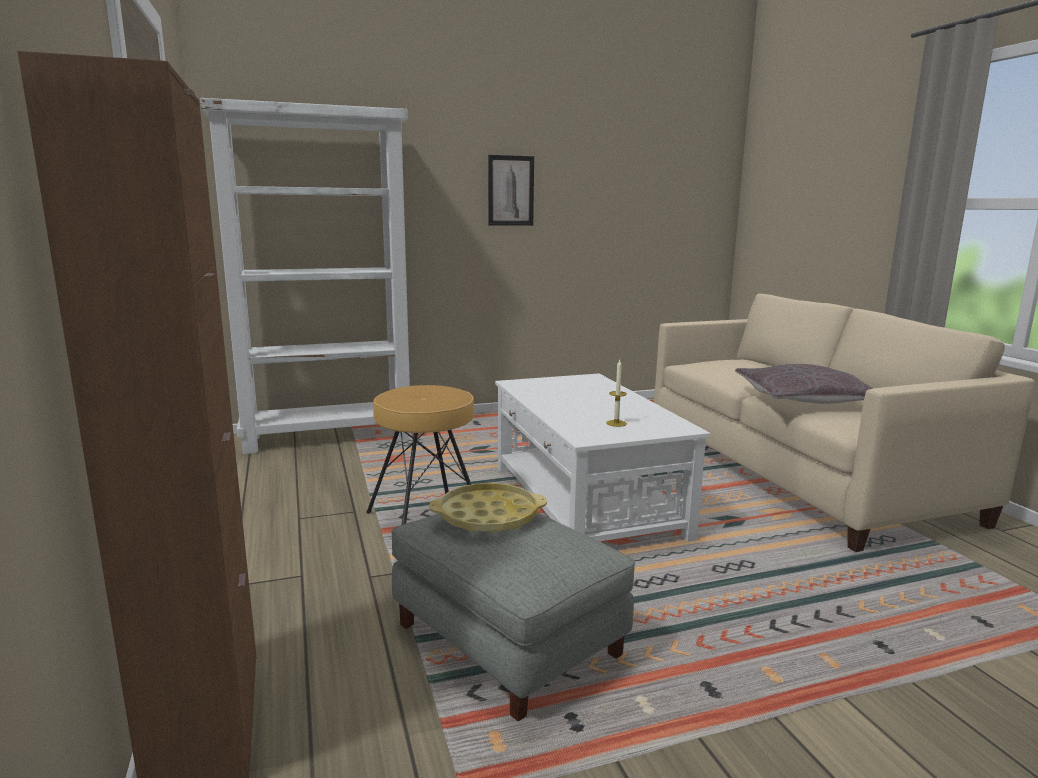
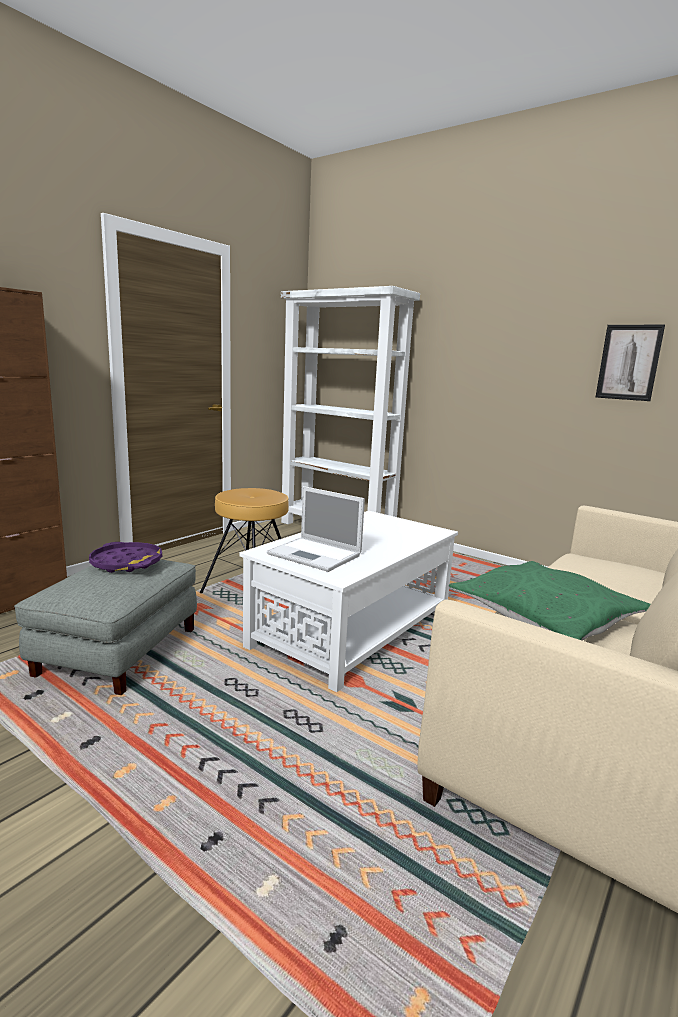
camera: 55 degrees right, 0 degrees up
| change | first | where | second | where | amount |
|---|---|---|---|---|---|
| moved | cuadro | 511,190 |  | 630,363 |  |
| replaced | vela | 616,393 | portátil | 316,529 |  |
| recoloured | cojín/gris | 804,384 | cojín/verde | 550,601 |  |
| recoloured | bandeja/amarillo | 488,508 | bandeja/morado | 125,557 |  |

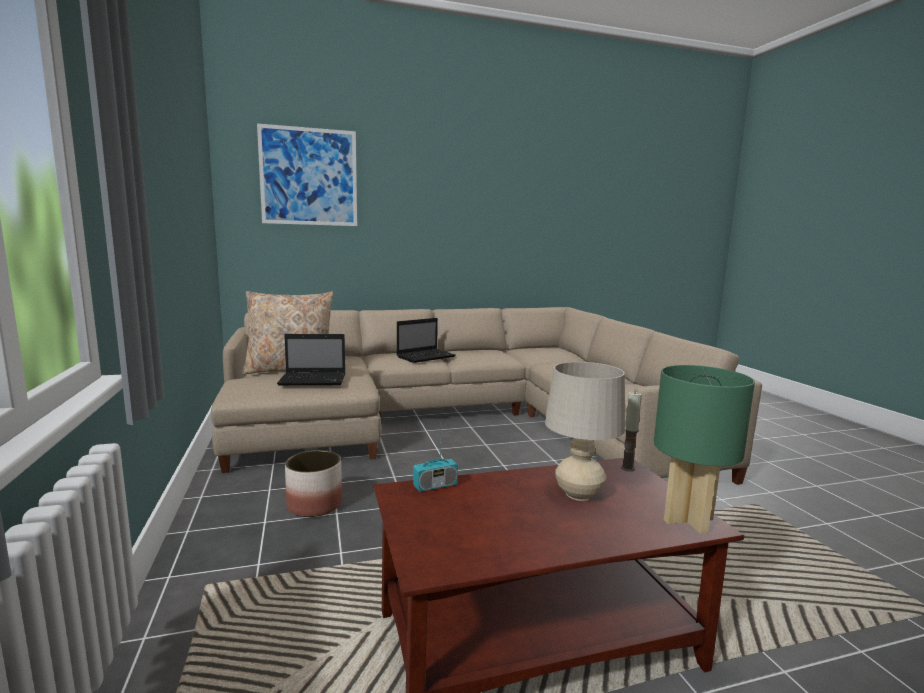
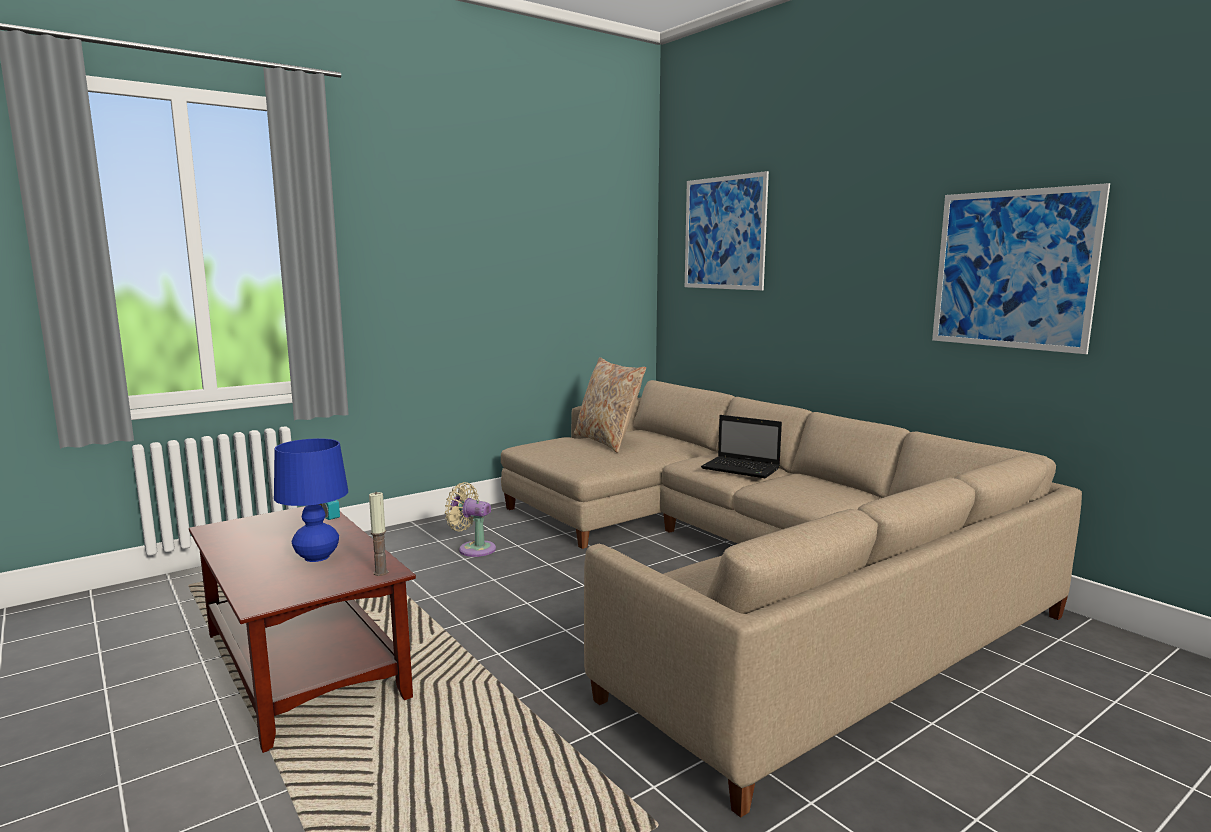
camera: 70 degrees right, 0 degrees up
| change | first | where | second | where | amount |
|---|---|---|---|---|---|
| removed | portátil | 311,359 |  |  |  |
| recoloured | lámpara de mesa/beis | 585,431 | lámpara de mesa/azul | 311,500 |  |
| removed | lámpara de mesa/verde | 704,449 |  |  |  |
| replaced | maceta | 313,483 | ventilador/beis | 470,519 |  |
| added |  |  | cuadro | 1021,268 |  |

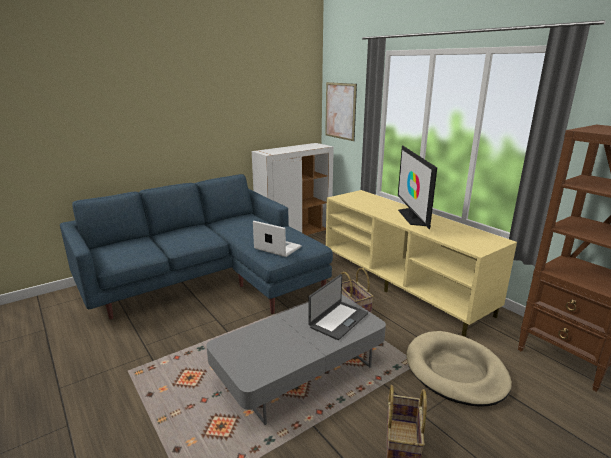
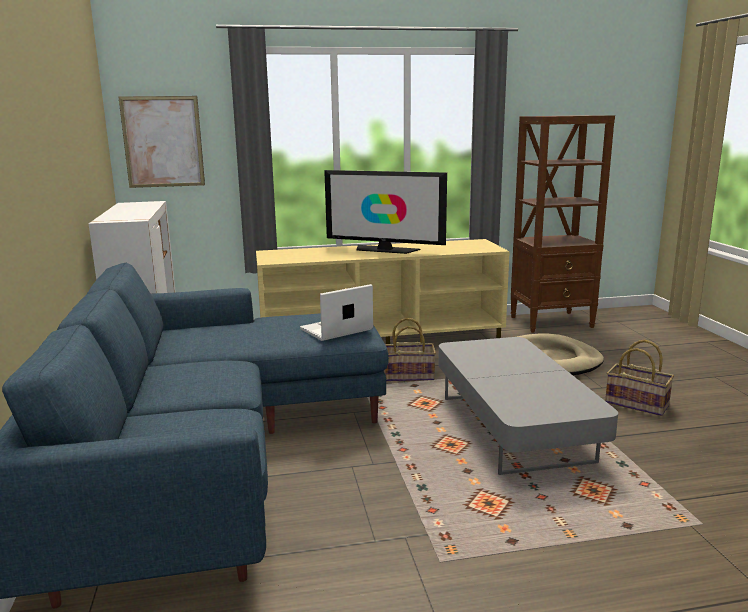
camera: 65 degrees left, 5 degrees down
| change | first | where | second | where | amount |
|---|---|---|---|---|---|
| removed | portátil | 338,307 |  |  |  |

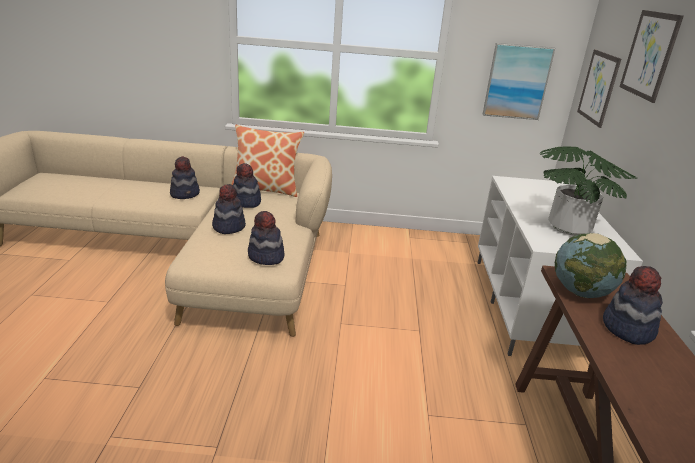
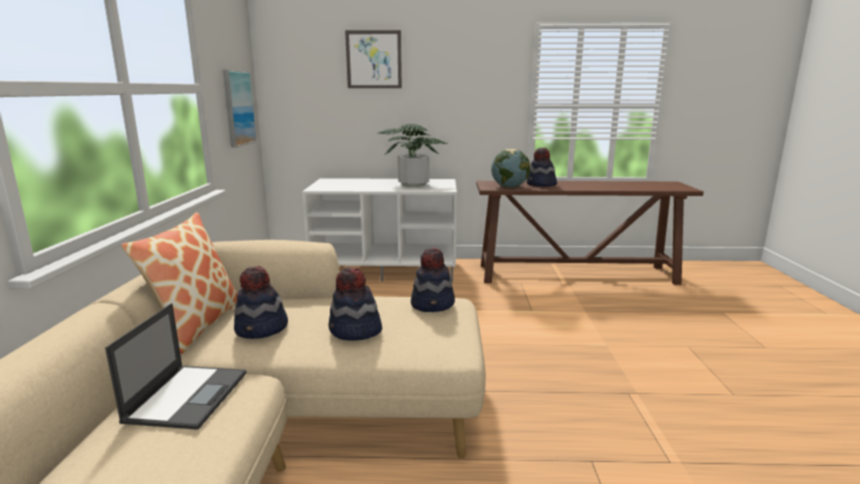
camera: 90 degrees left, 10 degrees down
| change | first | where | second | where | amount |
|---|---|---|---|---|---|
| removed | cuadro | 599,88 |  |  |  |
| replaced | sombrero | 185,177 | portátil | 175,366 |  |

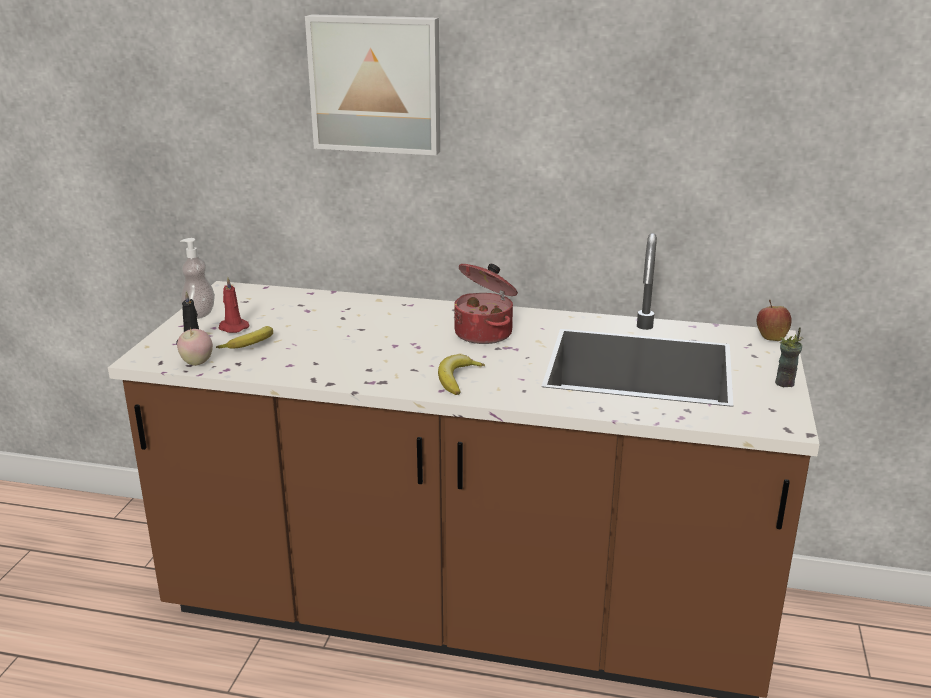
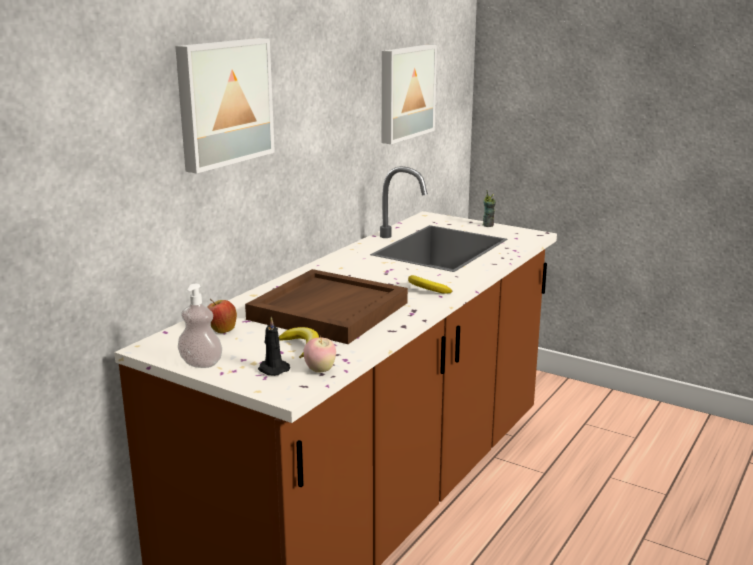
camera: 70 degrees left, 5 degrees down
| change | first | where | second | where | amount |
|---|---|---|---|---|---|
| removed | olla | 486,304 |  |  |  |
| removed | vela/rojo | 233,305 |  |  |  |
| moved | manzana | 774,320 |  | 222,315 |  |
| added |  |  | cuadro | 409,94 |  |
| added |  |  | bandeja/marrón | 326,306 |  |

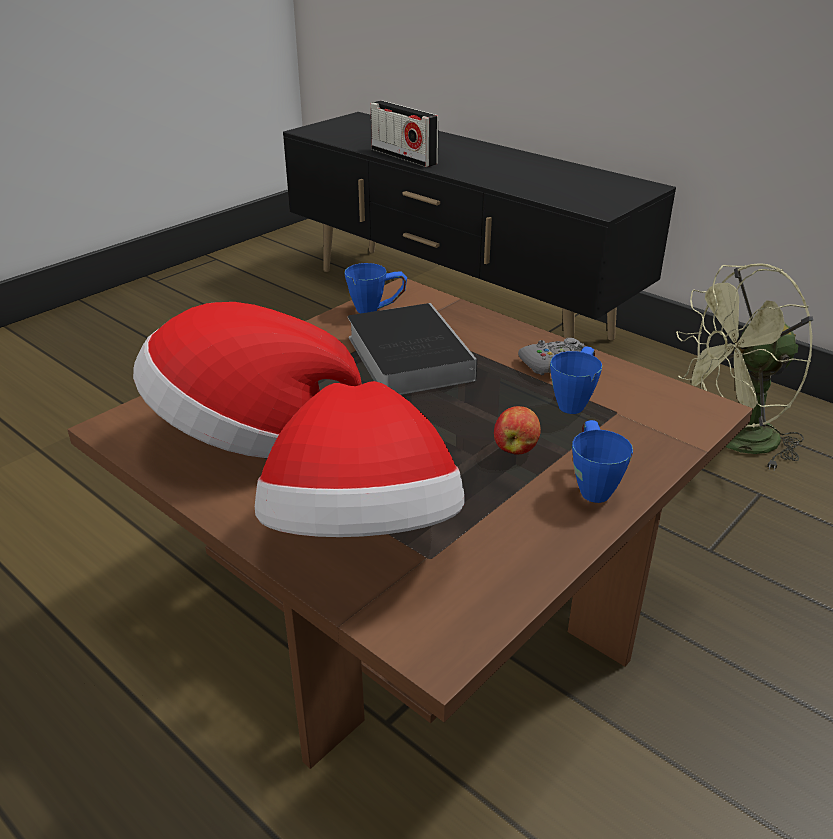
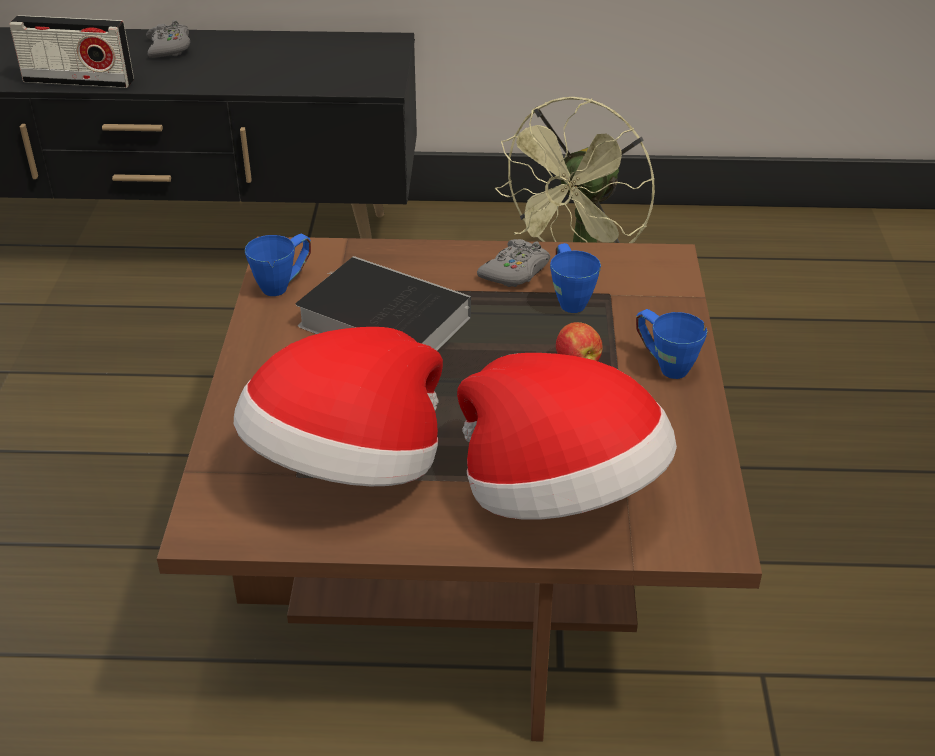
camera: 40 degrees left, 5 degrees up
| change | first | where | second | where | amount |
|---|---|---|---|---|---|
| added |  |  | mando de consola/gris | 168,39 |  |

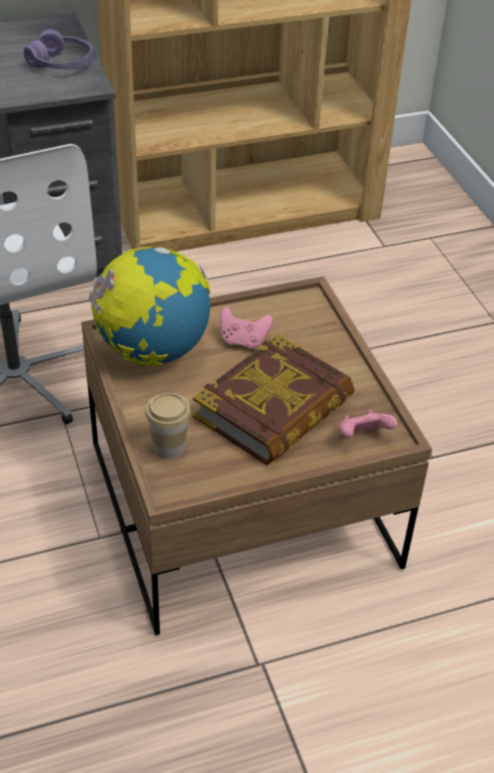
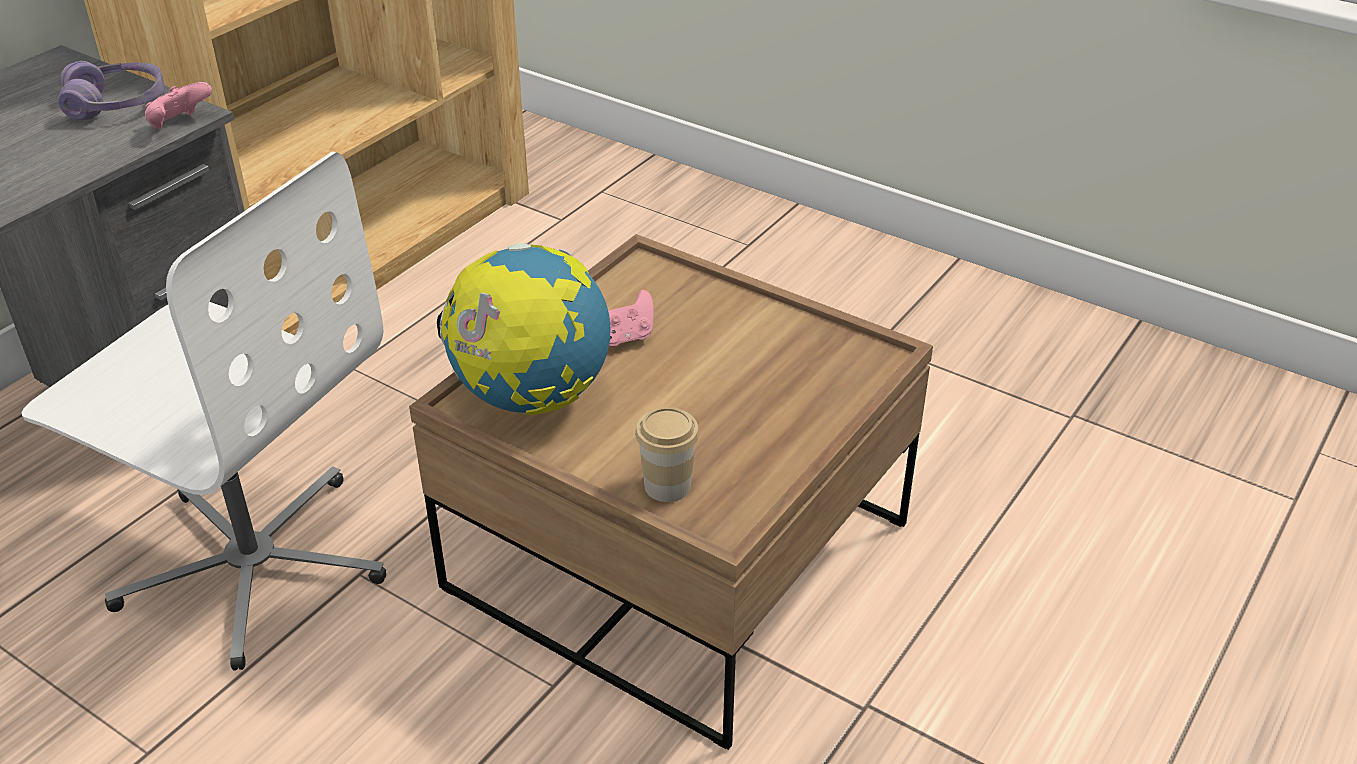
camera: 35 degrees left, 5 degrees down
| change | first | where | second | where | amount |
|---|---|---|---|---|---|
| removed | libro | 274,399 |  |  |  |
| moved | mando de consola/rosa | 368,424 |  | 178,105 |  |

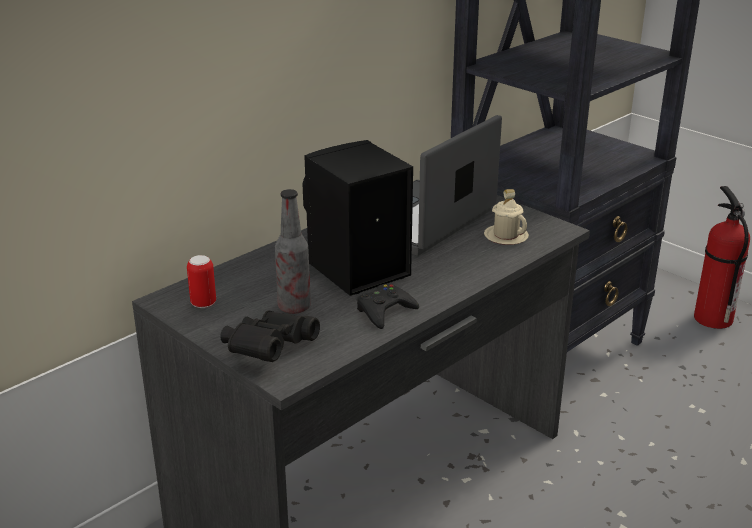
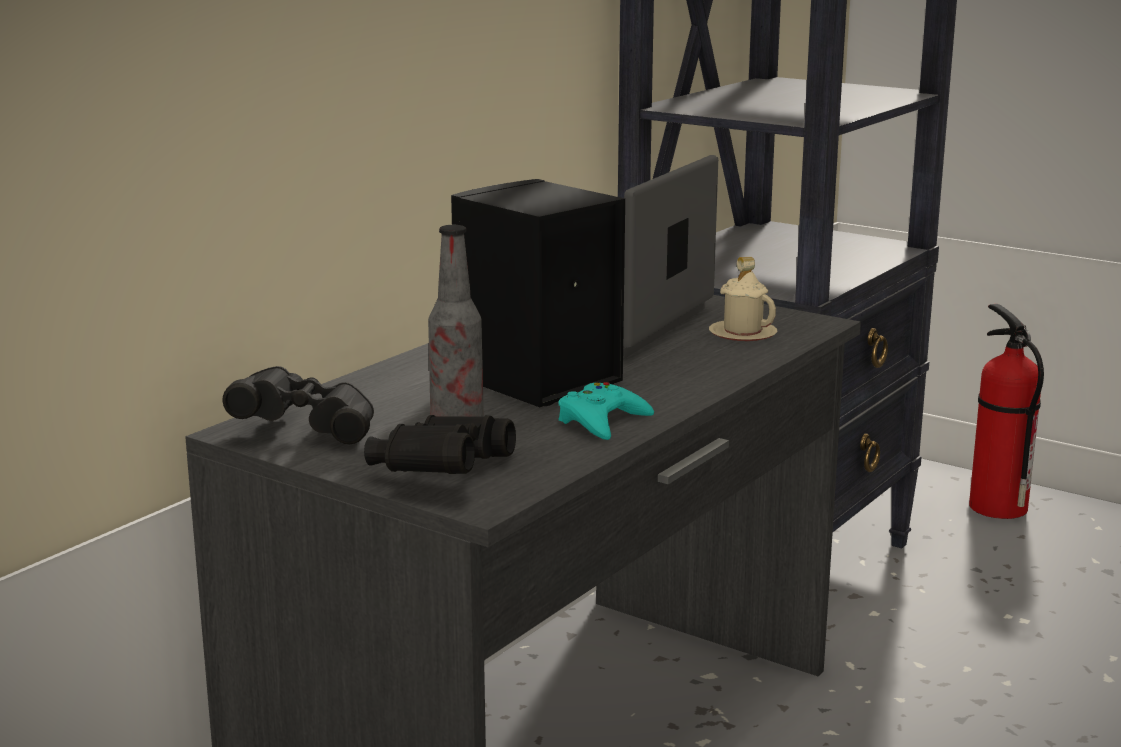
camera: 10 degrees left, 10 degrees down
| change | first | where | second | where | amount |
|---|---|---|---|---|---|
| replaced | lata | 201,281 | prismáticos/negro | 298,405 |  |
| recoloured | mando de consola/negro | 388,306 | mando de consola/turquesa | 606,411 |  |

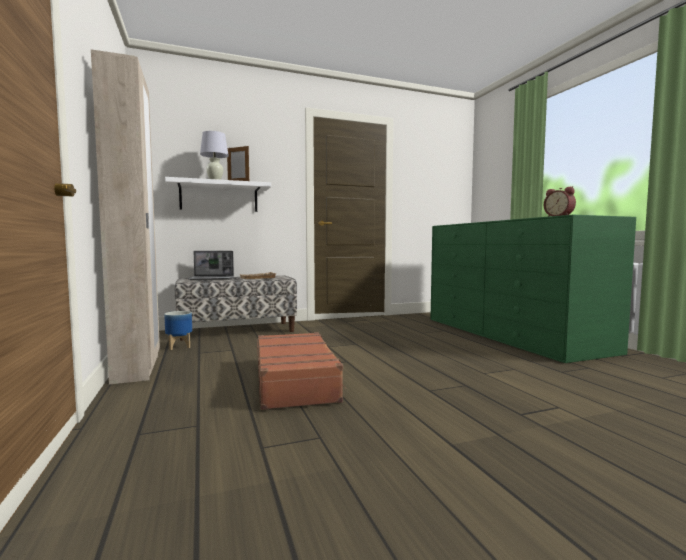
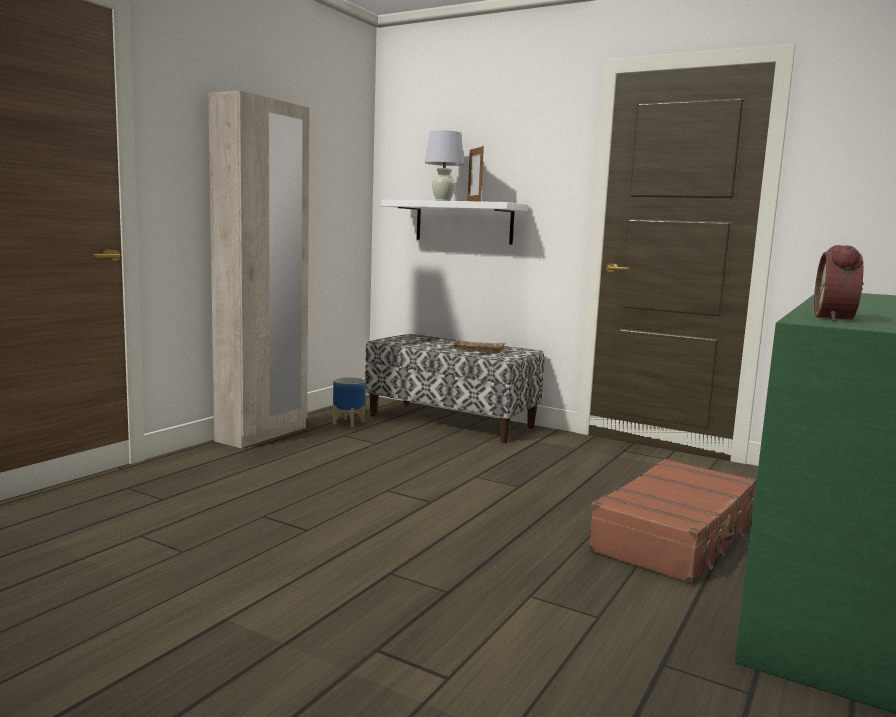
camera: 50 degrees right, 5 degrees up
| change | first | where | second | where | amount |
|---|---|---|---|---|---|
| removed | portátil | 211,265 |  |  |  |
| moved | maleta/marrón | 301,371 |  | 672,521 |  |

